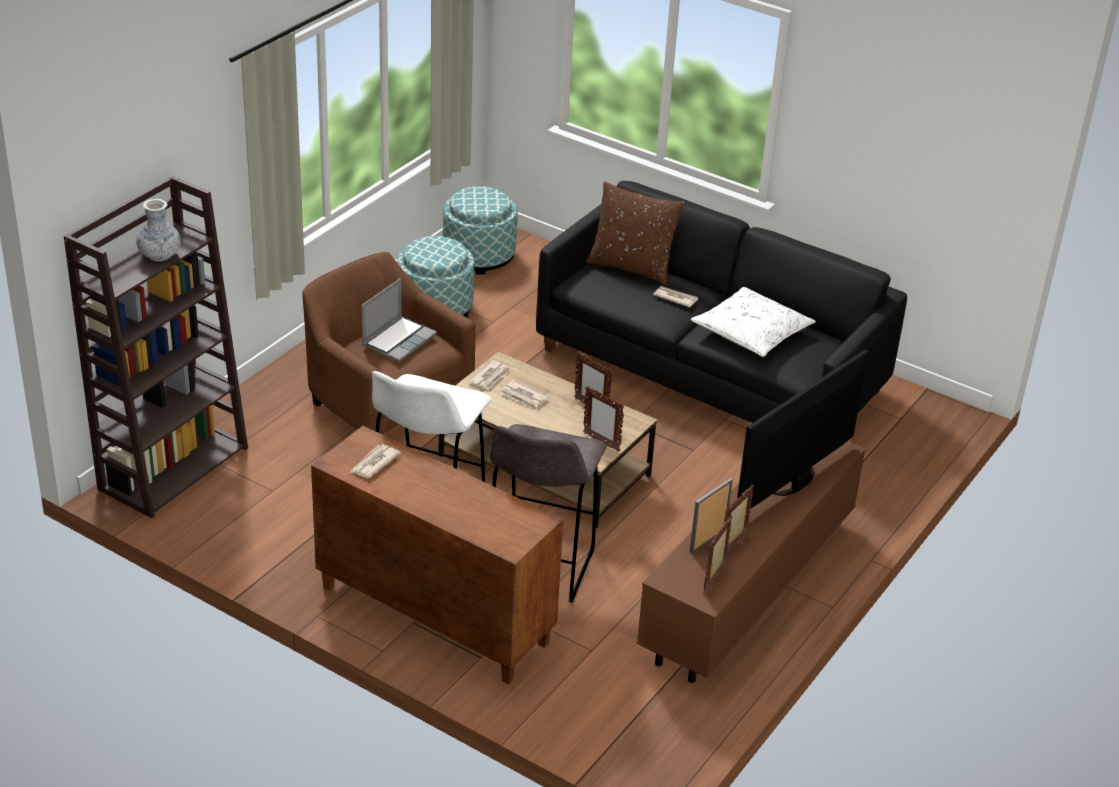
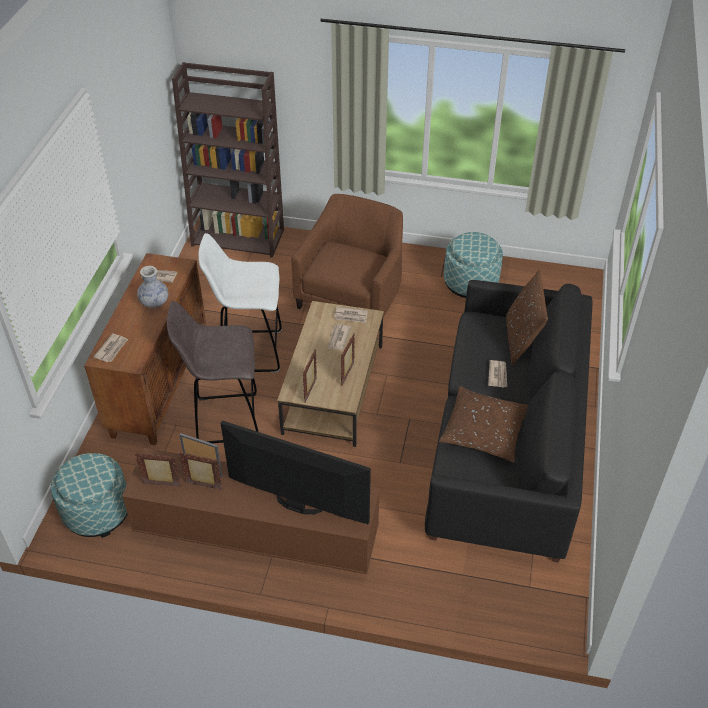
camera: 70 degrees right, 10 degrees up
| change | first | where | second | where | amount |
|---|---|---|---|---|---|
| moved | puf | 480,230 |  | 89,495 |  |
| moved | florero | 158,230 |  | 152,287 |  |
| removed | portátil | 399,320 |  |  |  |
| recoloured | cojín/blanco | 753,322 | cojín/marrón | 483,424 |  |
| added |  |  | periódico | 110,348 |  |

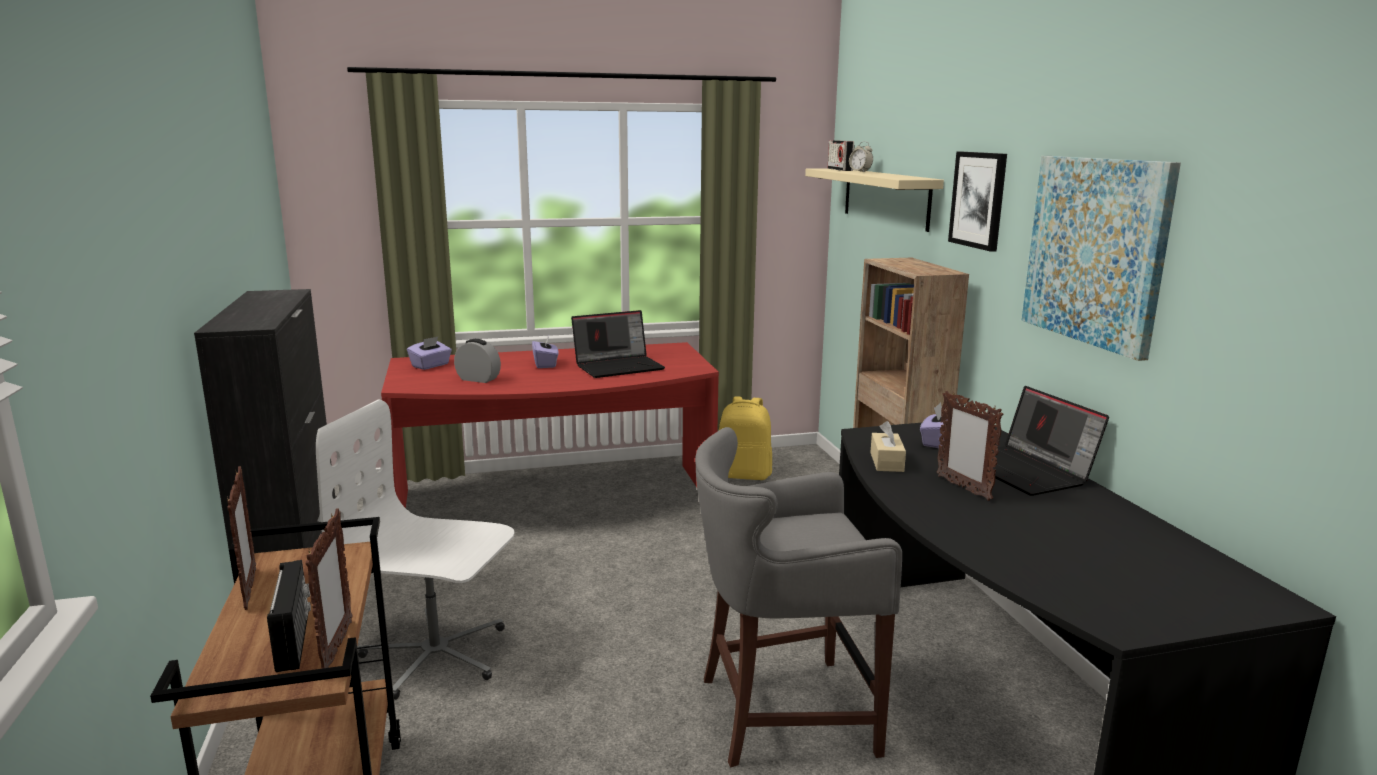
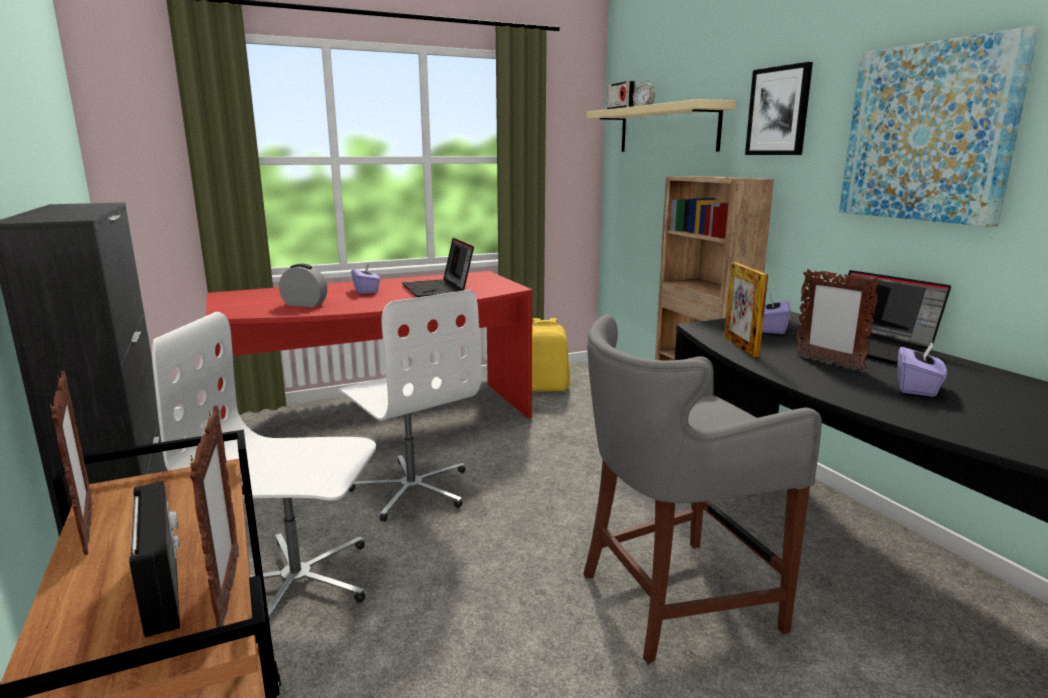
camera: 10 degrees left, 0 degrees up
| change | first | where | second | where | amount |
|---|---|---|---|---|---|
| turned | portátil | 618,344 |  | 438,267 | 105 degrees clockwise |
| moved | caja de pañuelos/morado | 429,353 |  | 922,369 |  |
| replaced | caja de pañuelos/beis | 888,446 | portarretratos | 746,309 |  |
| added |  |  | silla de oficina/blanco | 409,406 |  |

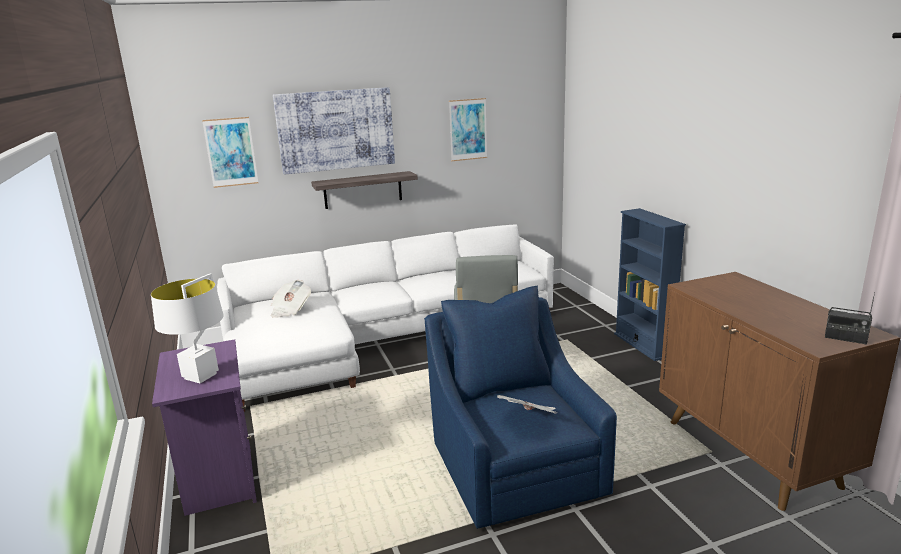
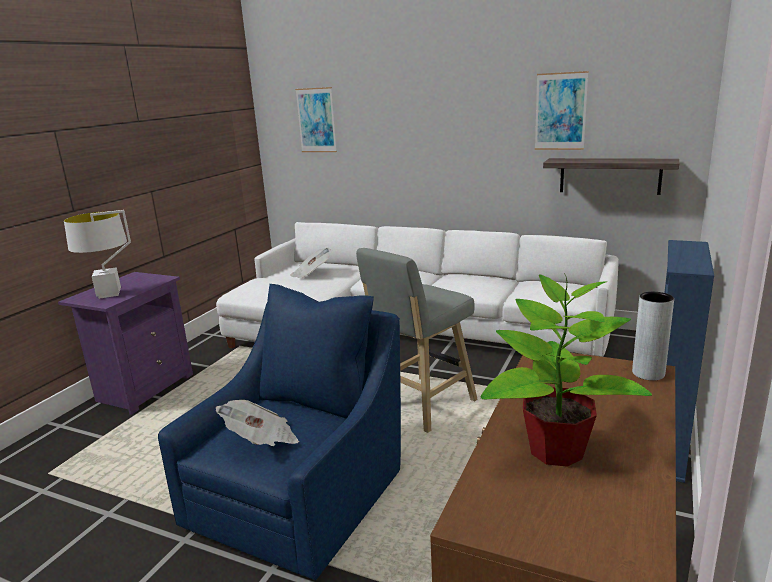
camera: 45 degrees right, 0 degrees up
| change | first | where | second | where | amount |
|---|---|---|---|---|---|
| removed | cuadro | 334,131 |  |  |  |
| moved | estante | 364,190 |  | 611,176 |  |
| removed | radio | 850,318 |  |  |  |
| added |  |  | planta en maceta | 566,370 |  |
| added |  |  | florero/gris | 653,336 |  |

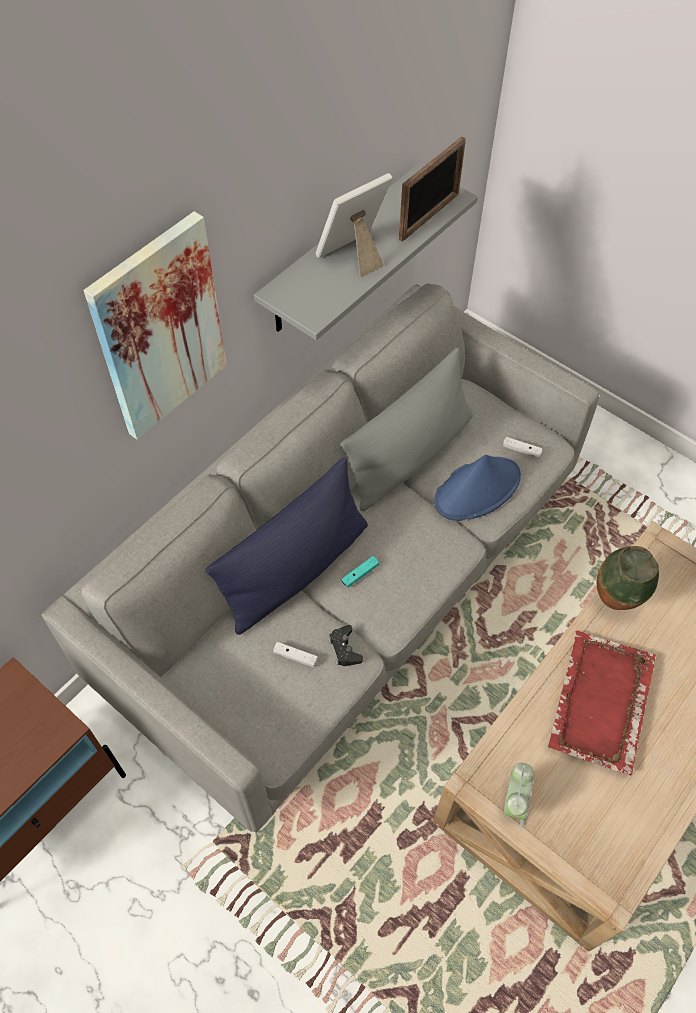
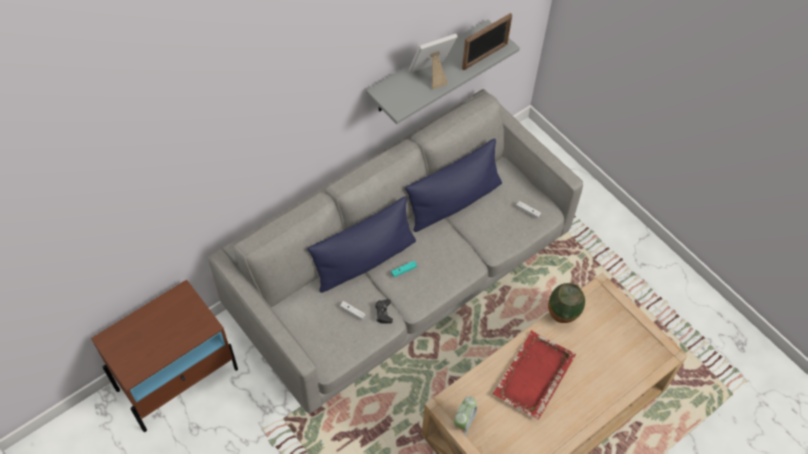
camera: 10 degrees right, 0 degrees up
| change | first | where | second | where | amount |
|---|---|---|---|---|---|
| removed | cuadro | 155,325 |  |  |  |
| recoloured | cojín/gris | 406,429 | cojín/azul | 453,185 |  |
| removed | sombrero/azul | 477,488 |  |  |  |

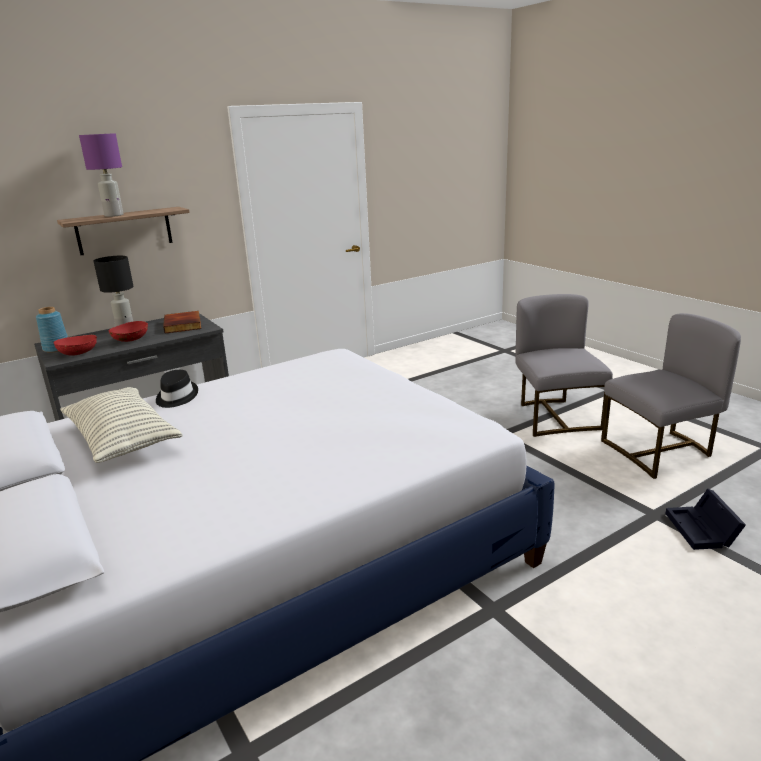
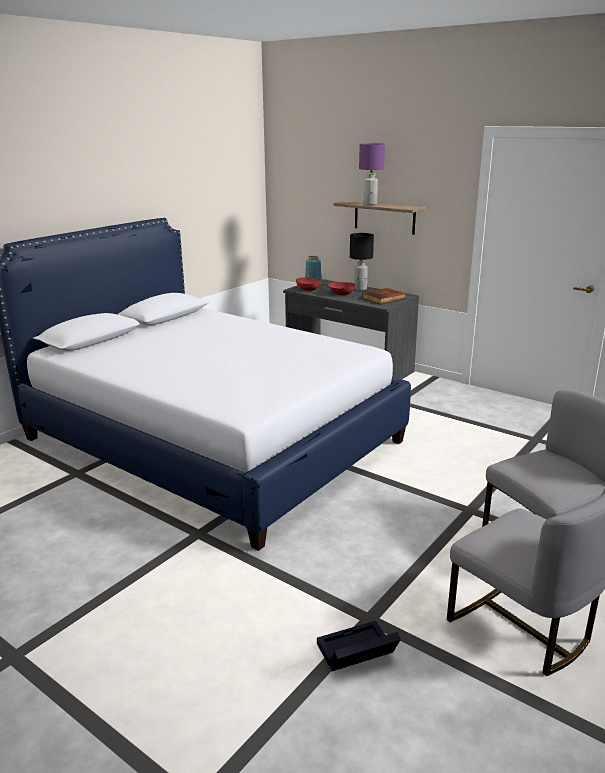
camera: 70 degrees right, 0 degrees up
| change | first | where | second | where | amount |
|---|---|---|---|---|---|
| removed | sombrero/negro | 177,389 |  |  |  |
| removed | cojín | 121,425 |  |  |  |

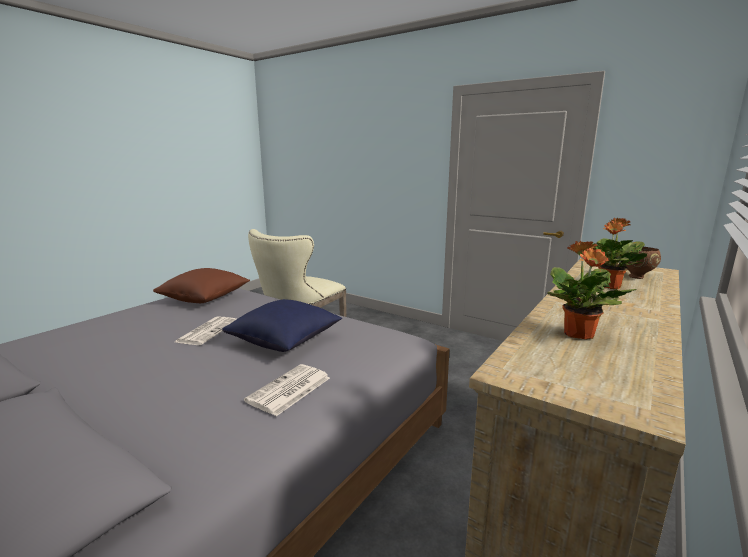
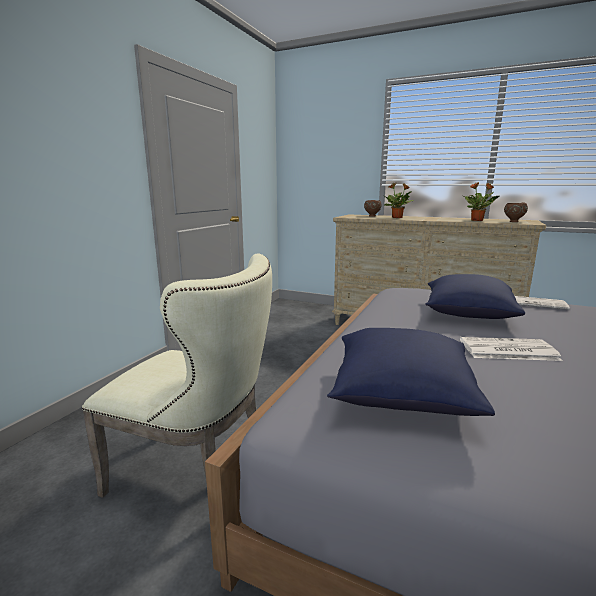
camera: 100 degrees left, 0 degrees up
| change | first | where | second | where | amount |
|---|---|---|---|---|---|
| recoloured | cojín/marrón | 201,285 | cojín/azul | 411,372 |  |
| added |  |  | cuenco/marrón | 516,212 |  |

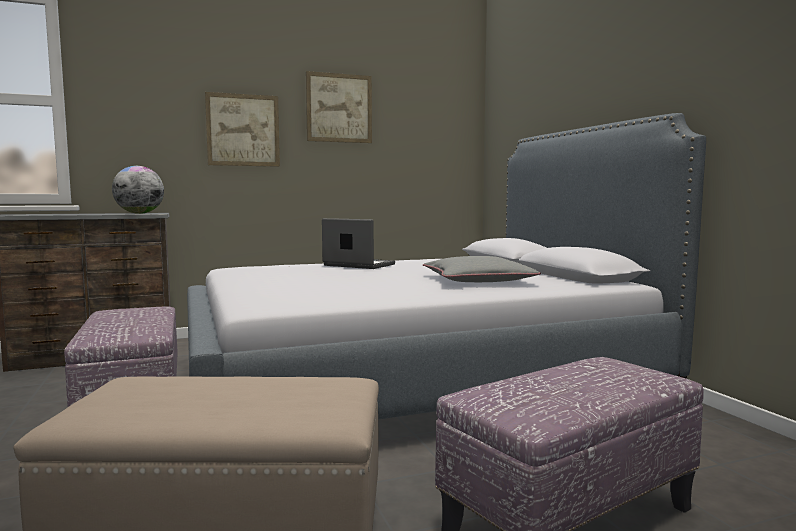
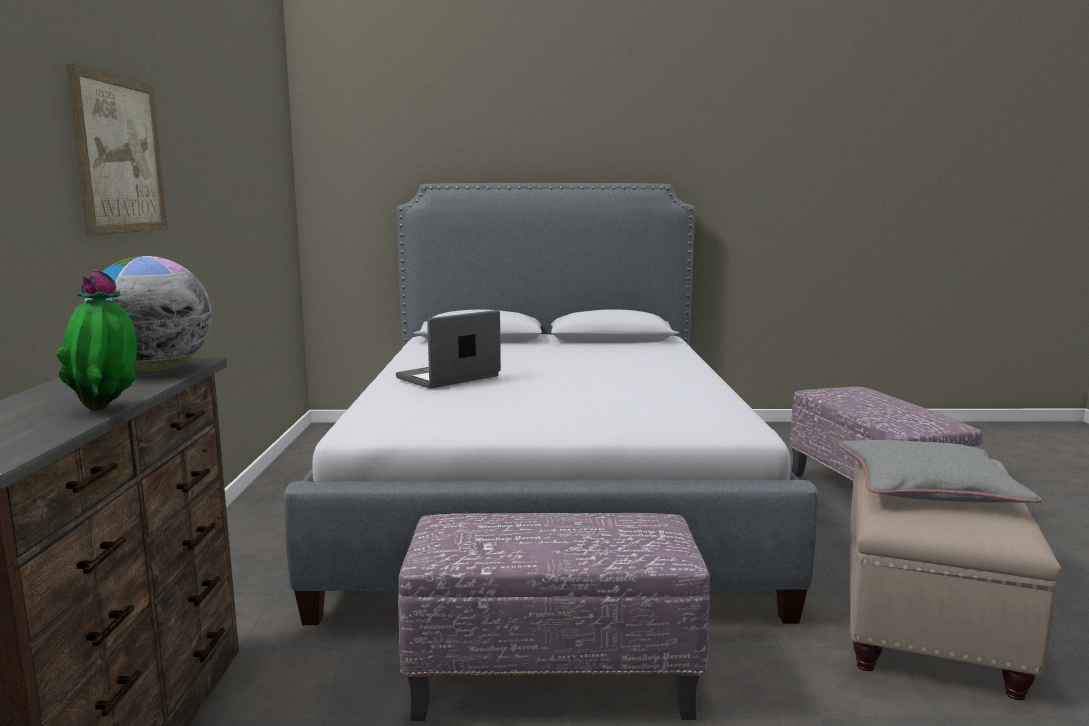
camera: 70 degrees left, 5 degrees up
| change | first | where | second | where | amount |
|---|---|---|---|---|---|
| removed | cuadro | 339,107 |  |  |  |
| moved | cojín/gris | 482,269 |  | 940,471 |  |
| added |  |  | planta en maceta | 96,340 |  |

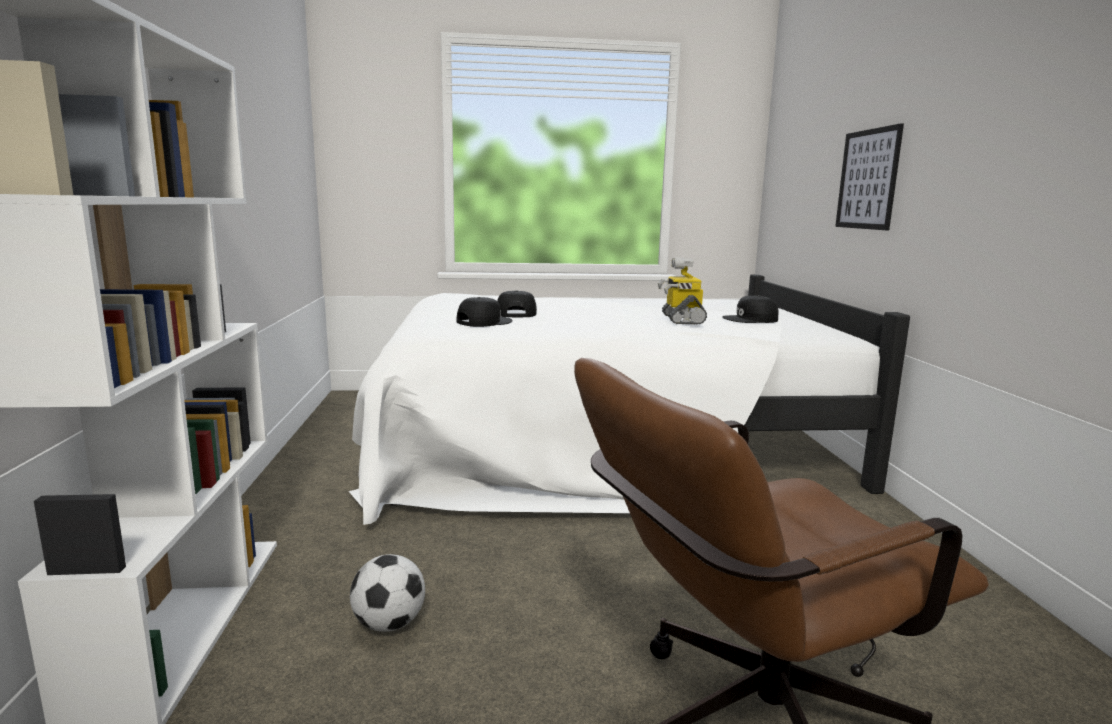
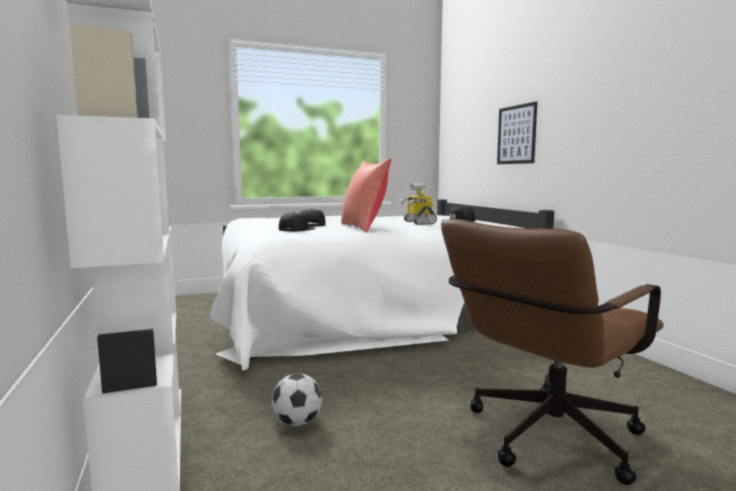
camera: 15 degrees left, 5 degrees down
| change | first | where | second | where | amount |
|---|---|---|---|---|---|
| added |  |  | cojín/rojo | 366,195 |  |

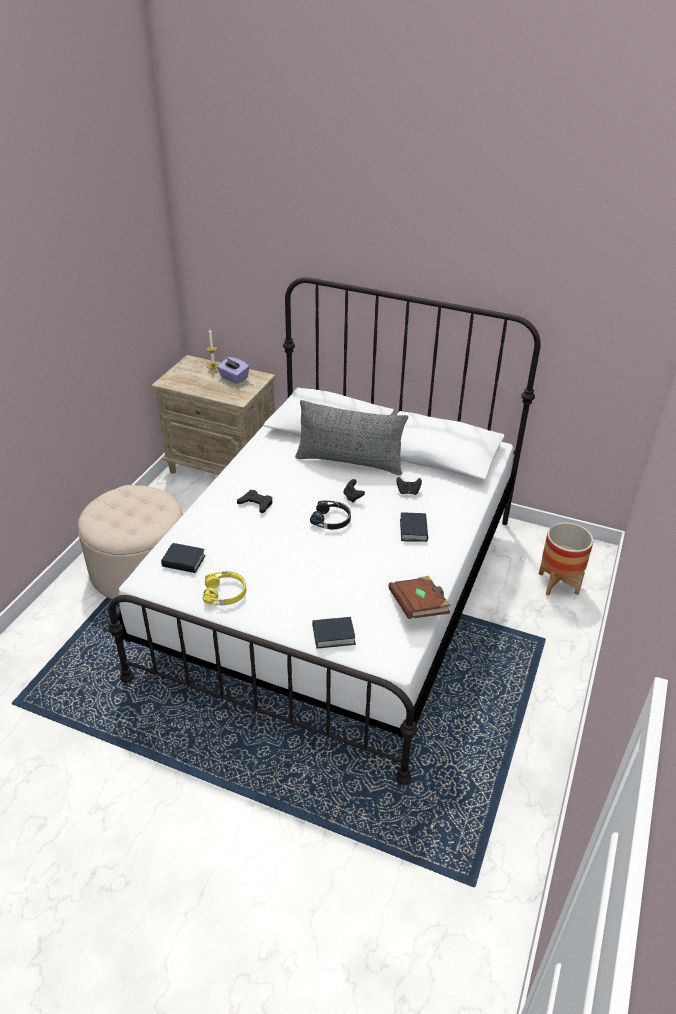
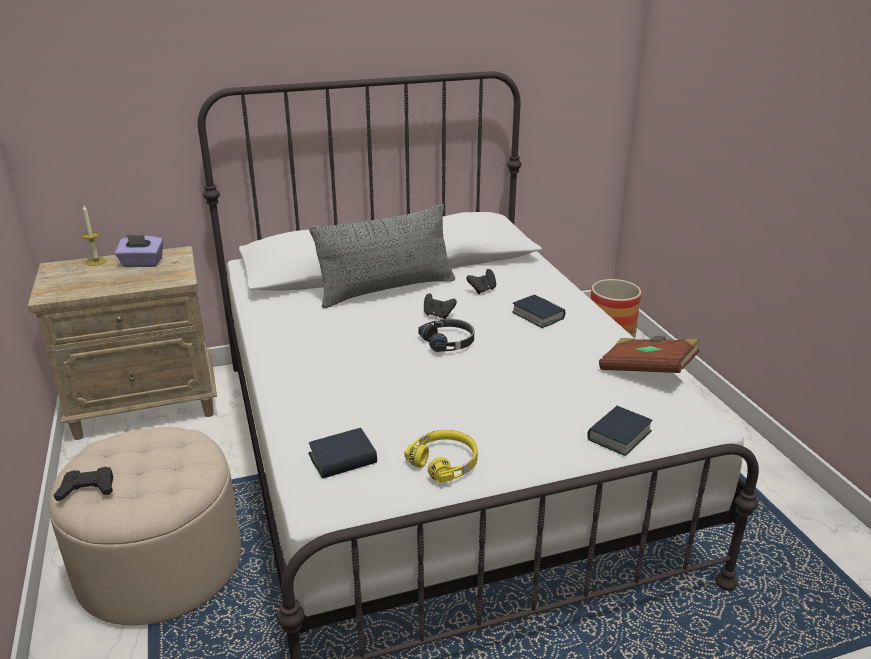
camera: 40 degrees left, 10 degrees down
| change | first | where | second | where | amount |
|---|---|---|---|---|---|
| moved | mando de consola/negro | 254,501 |  | 83,484 |  |

